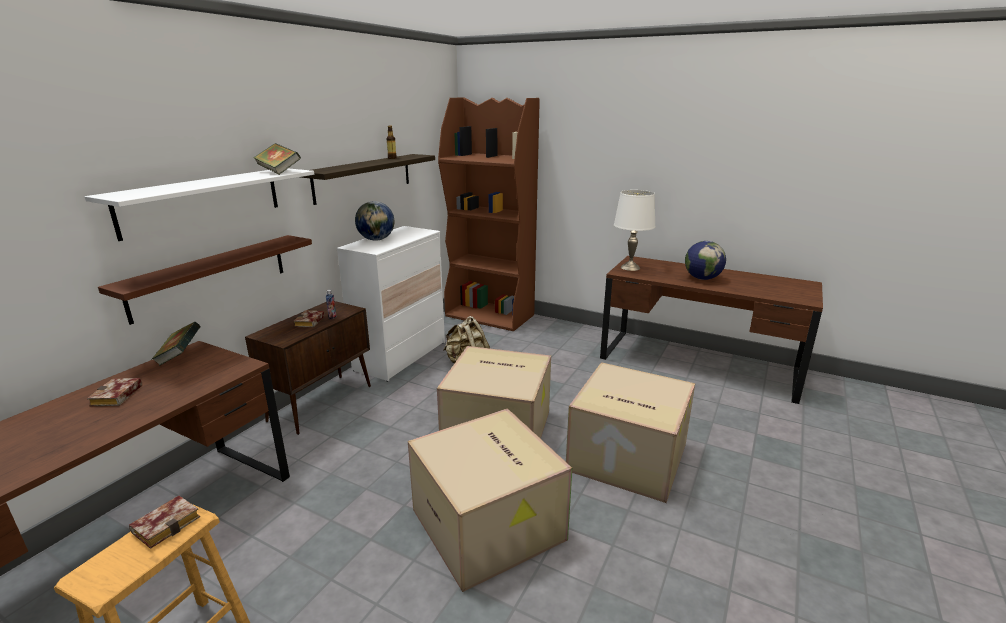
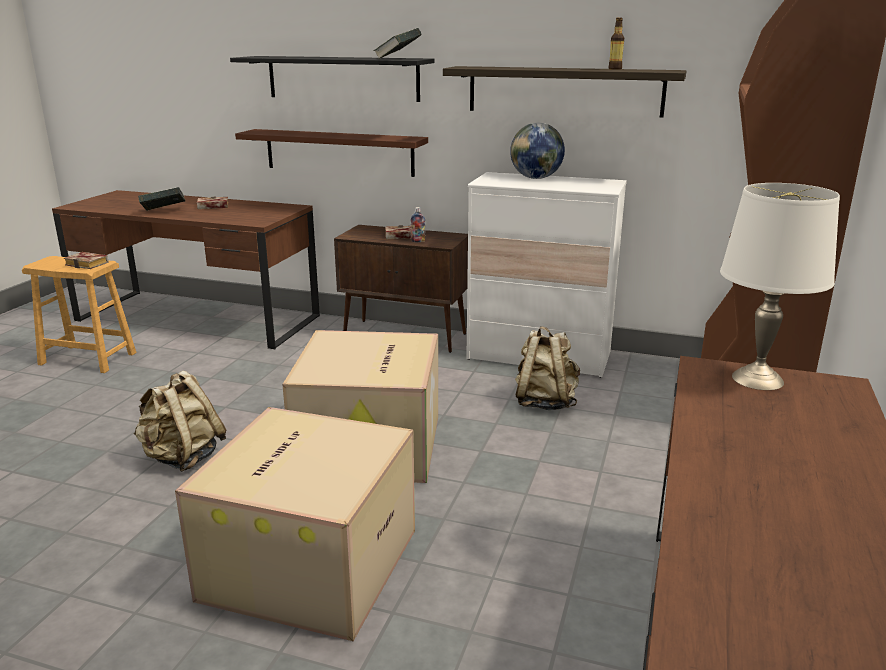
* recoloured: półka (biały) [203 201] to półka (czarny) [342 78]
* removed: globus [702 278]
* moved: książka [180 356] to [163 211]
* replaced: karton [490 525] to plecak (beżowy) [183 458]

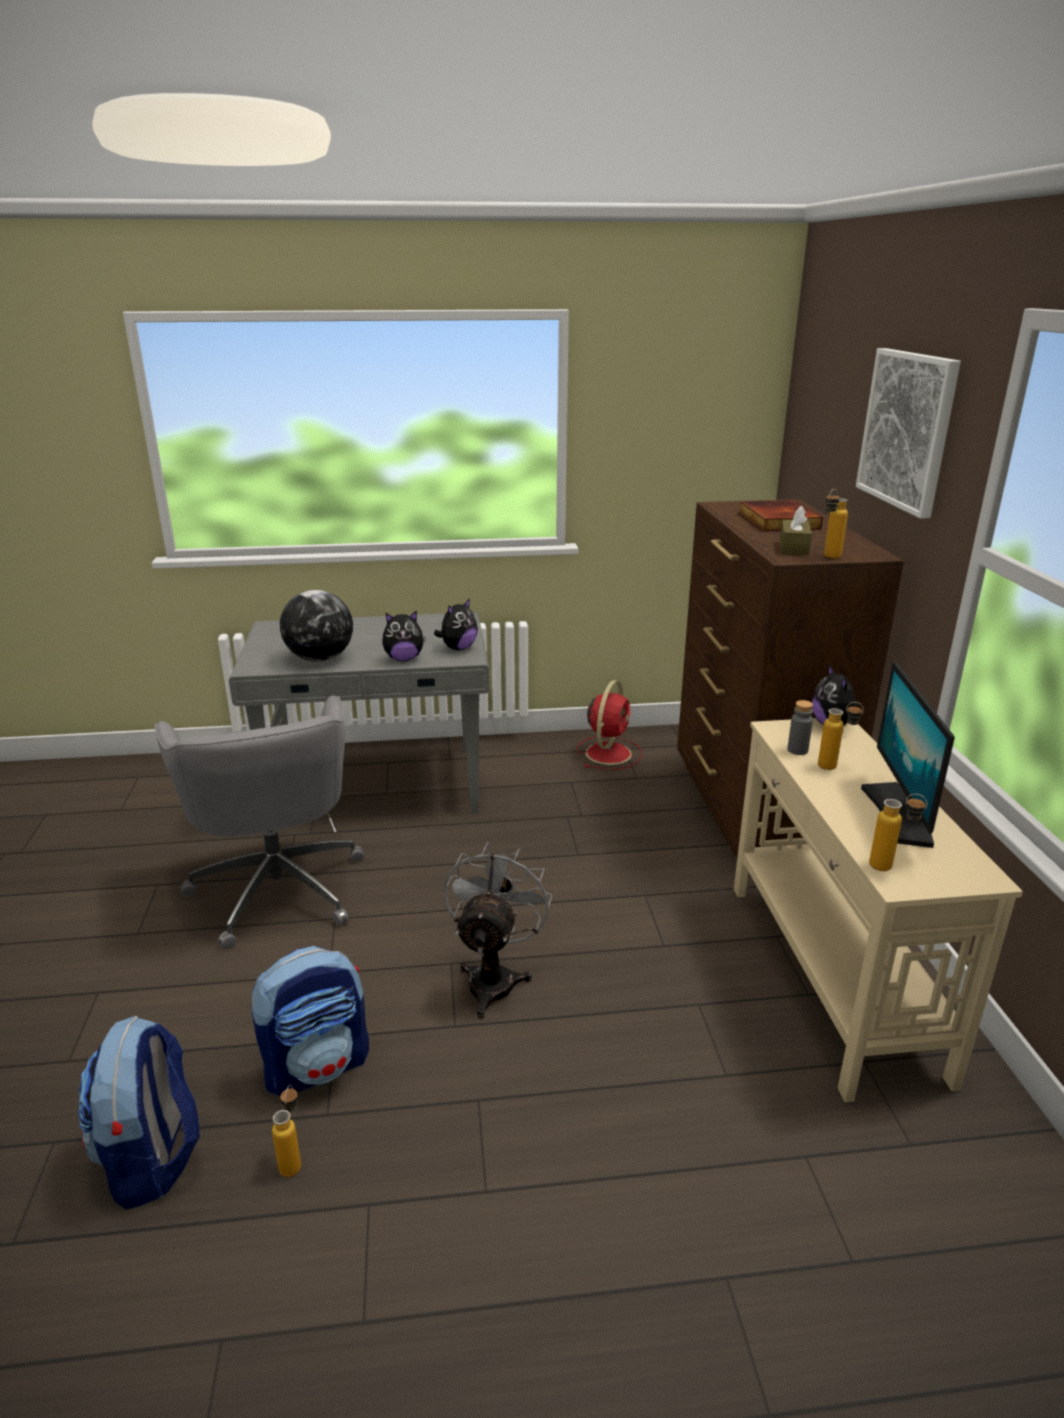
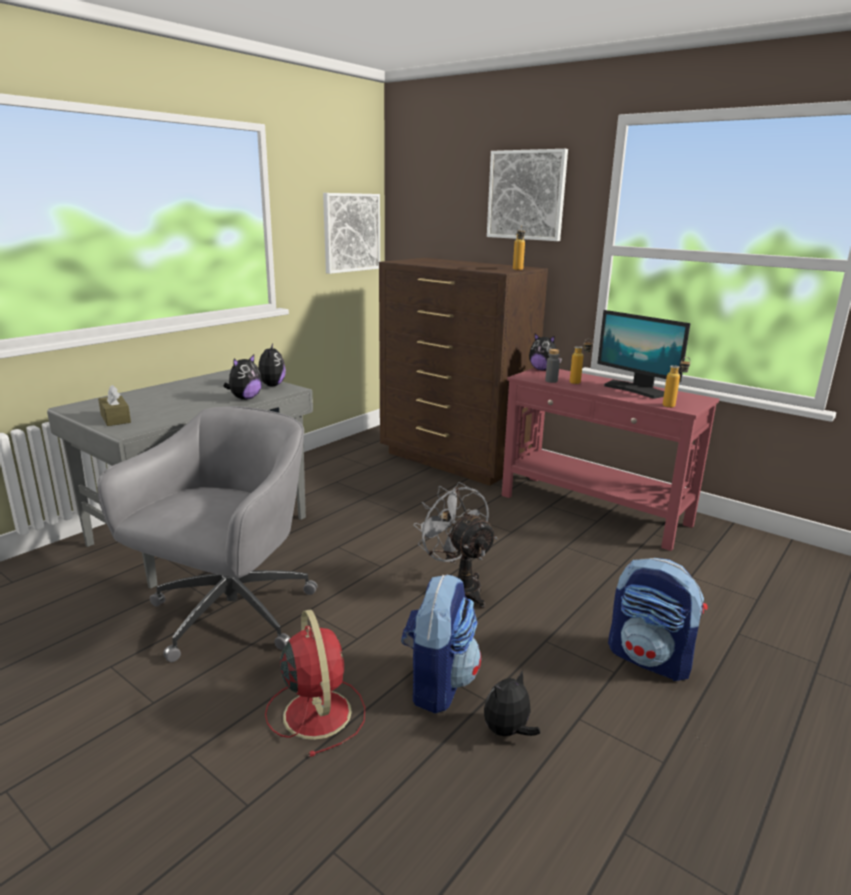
* removed: książka [776 521]
* moved: pudełko chusteczek (brązowy) [793 547] to [115 418]
* removed: globus [320 658]
* moved: wentylator (czerwony) [609 752] to [316 711]
* turned: krzesło biurowe (szary) [278 886] = [229 615] 90 degrees counterclockwise
* recoloured: stolik konsolowy (beżowy) [830 977] to stolik konsolowy (czerwony) [594 510]
* moved: plecak [153 1158] to [650 659]
* replaced: butelka [293 1160] to pluszak [507 732]
* added: obraz [351 232]

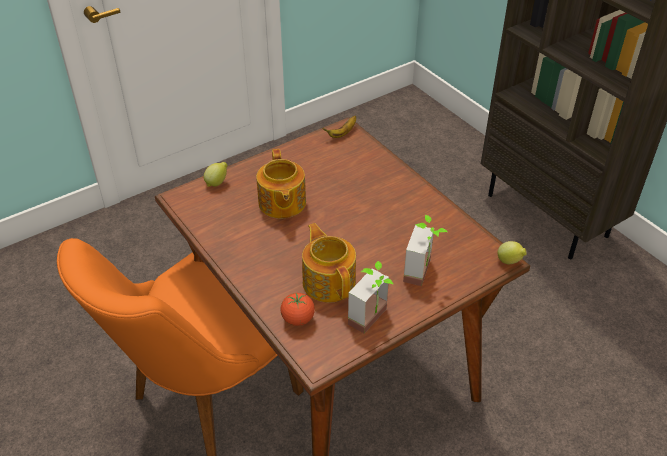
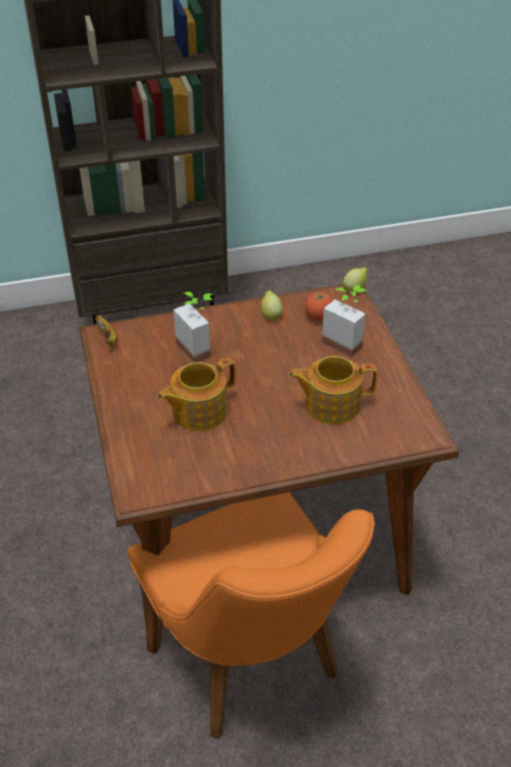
* turned: imbryk [281 203] = [198 411] 135 degrees clockwise
* moved: cytryna [217 183] to [271 315]
* moved: roślina doniczkowa [374 320] to [199 347]
* moved: pomidor [298 319] to [319 317]

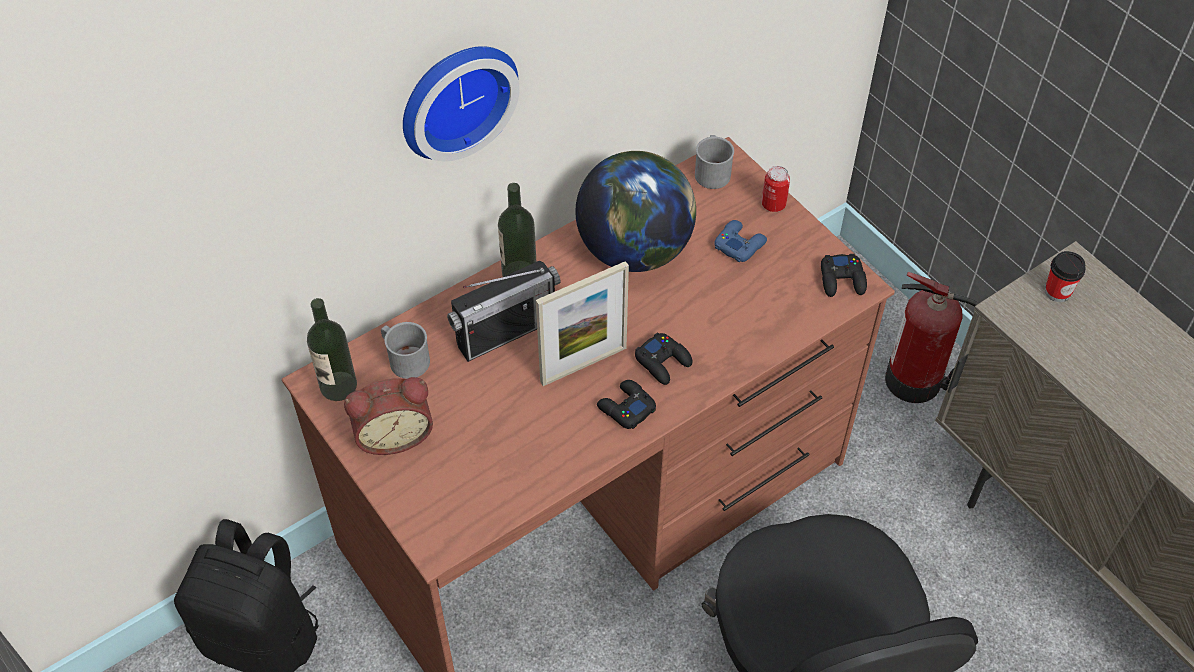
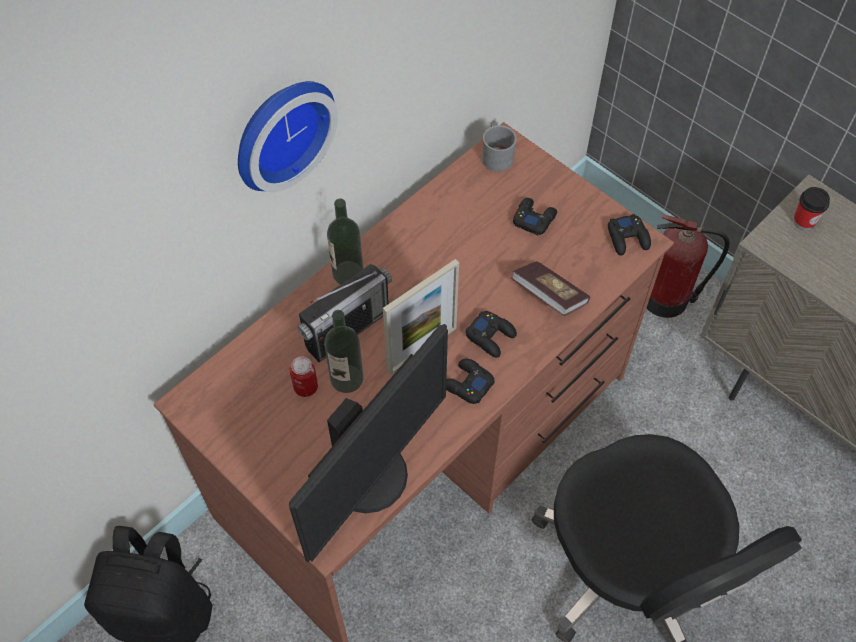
* removed: globus [635 249]
* moved: puszka [773 204] to [306 387]
* recoloured: pad do gier (niebieski) [739 244] to pad do gier (czarny) [534 219]
* moved: butelka [338 386] to [346 378]
* removed: kubek (szary) [405 359]
* removed: budzik [393 434]
* added: książka [549 296]
* added: monitor [371 477]

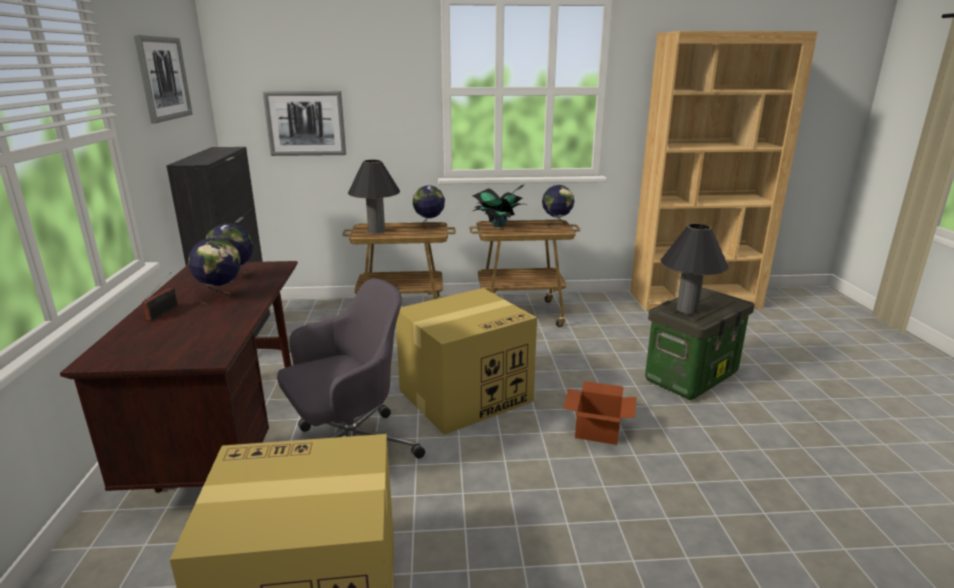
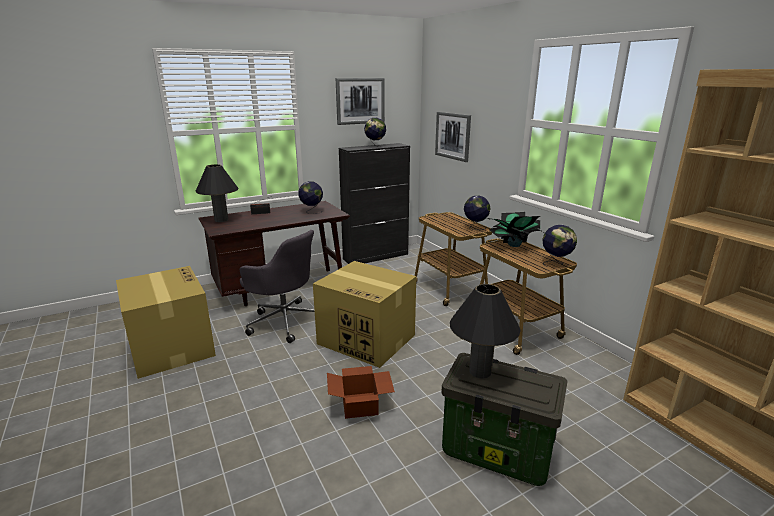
* moved: lampa stołowa (czarny) [376 231] to [221 220]
* moved: globus [221 296] to [375 146]

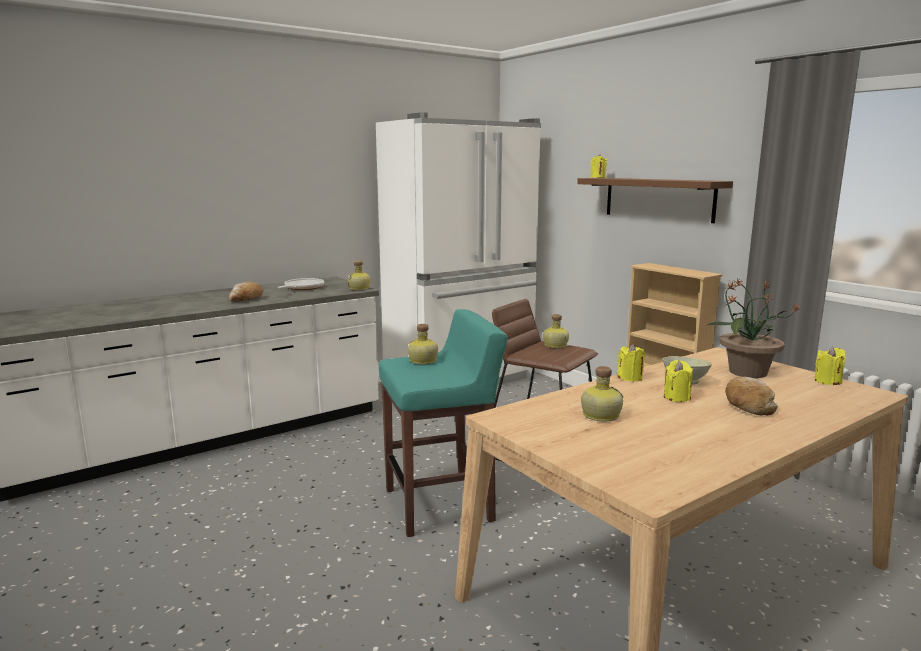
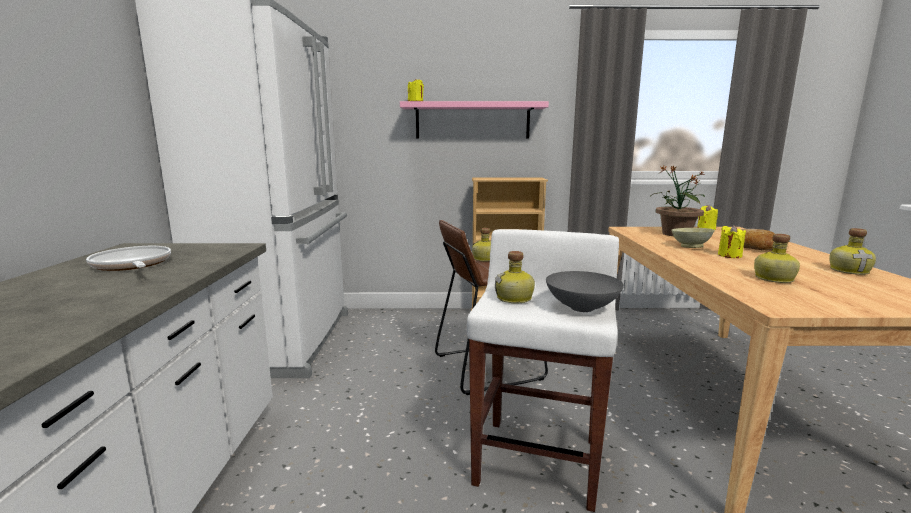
* recoloured: półka (brązowy) [658 199] to półka (różowy) [472 121]
* moved: butelka [359 288] to [849 271]
* removed: chleb [246 299]
* recoloured: stołek (turkusowy) [440 505] to stołek (biały) [538 460]
* removed: świeca (żółty) [630 378]
* added: miska (szary) [582 307]

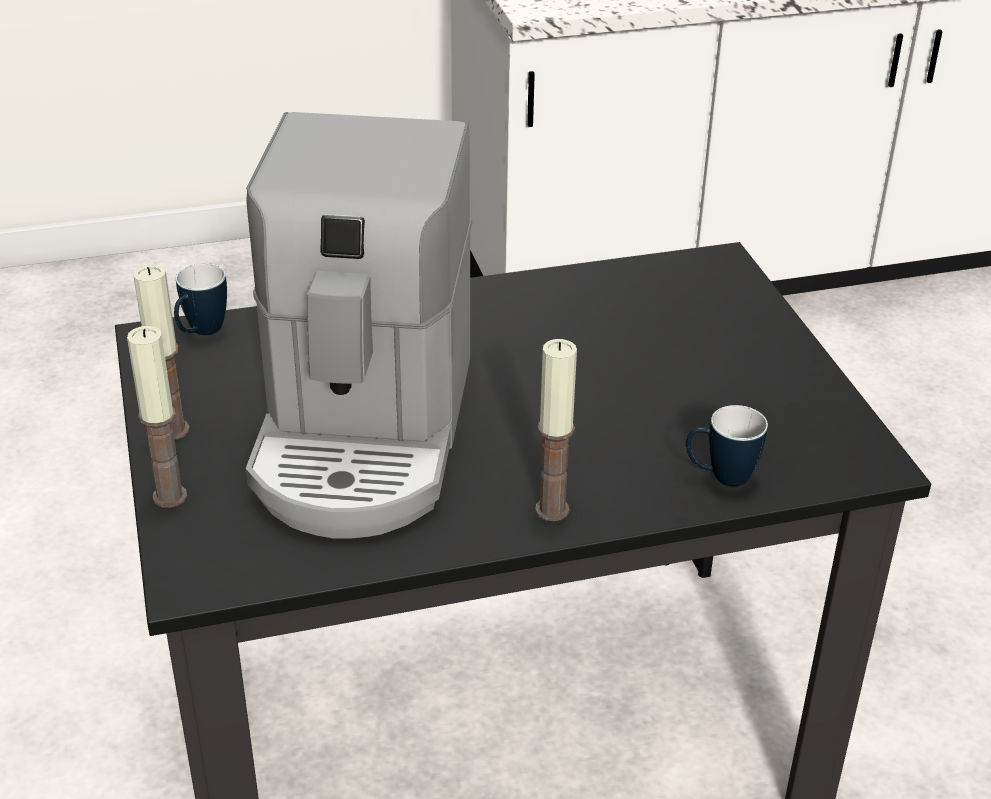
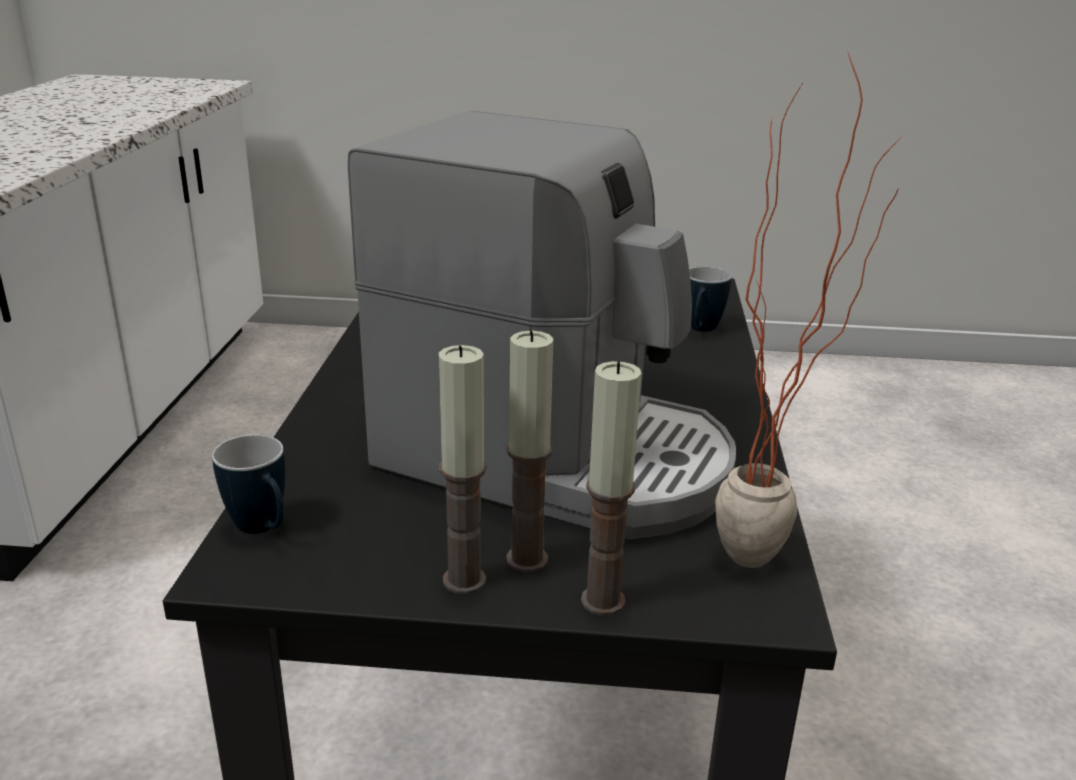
* moved: świeca [552 510] to [527 559]
* added: roślina doniczkowa [773 560]

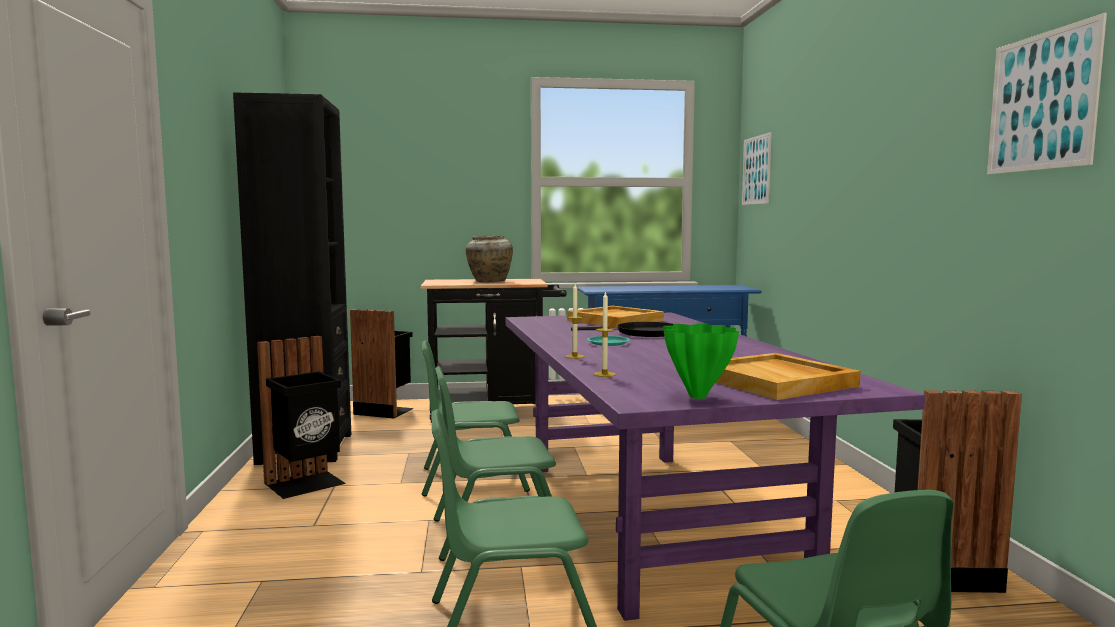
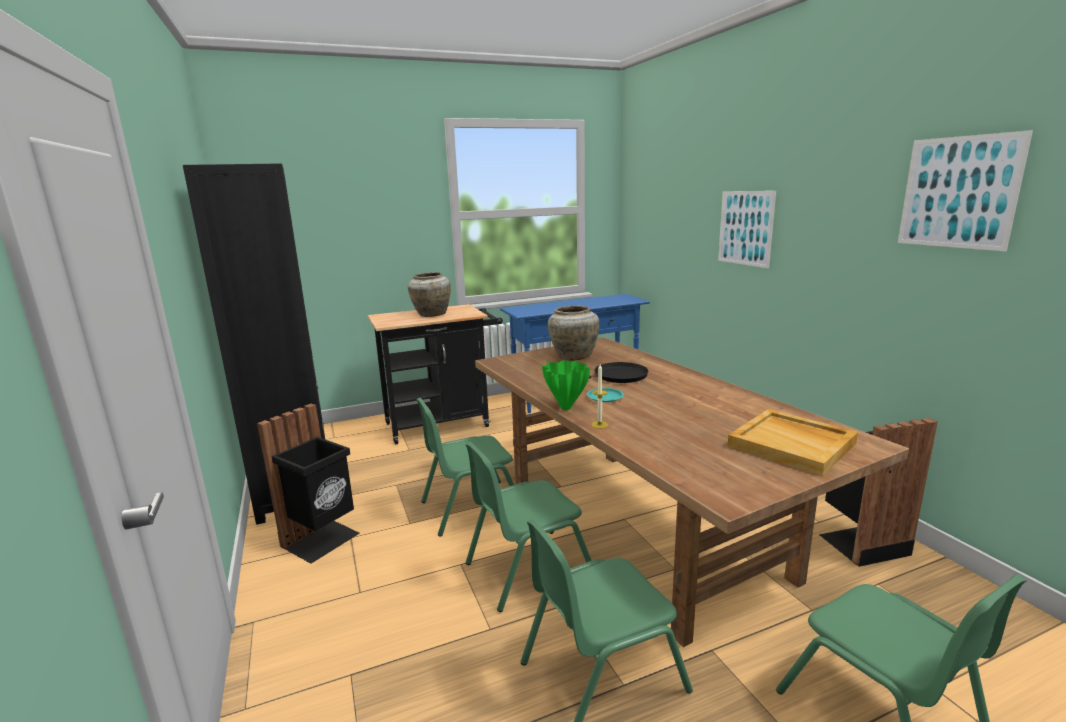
* moved: obraz [756 170] to [745 228]
* removed: świeca [604 374]
* replaced: taca (beżowy) [615 320] to wazon (beżowy) [573 356]
* removed: kosz na śmieci (czarny) [385 410]
* recoloured: stół jadalny (fioletowy) [653 519] to stół jadalny (brązowy) [640 527]
* moved: wazon (zielony) [698 396] to [566 407]

